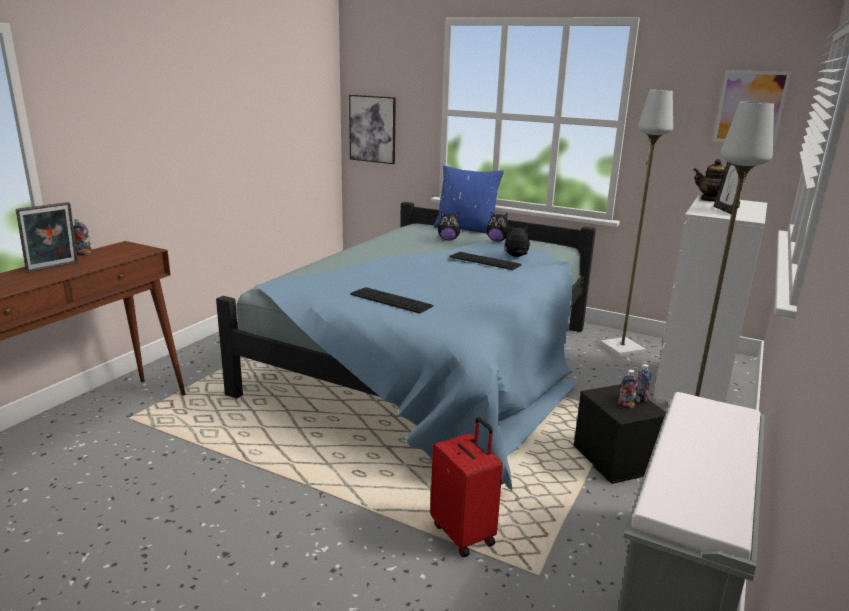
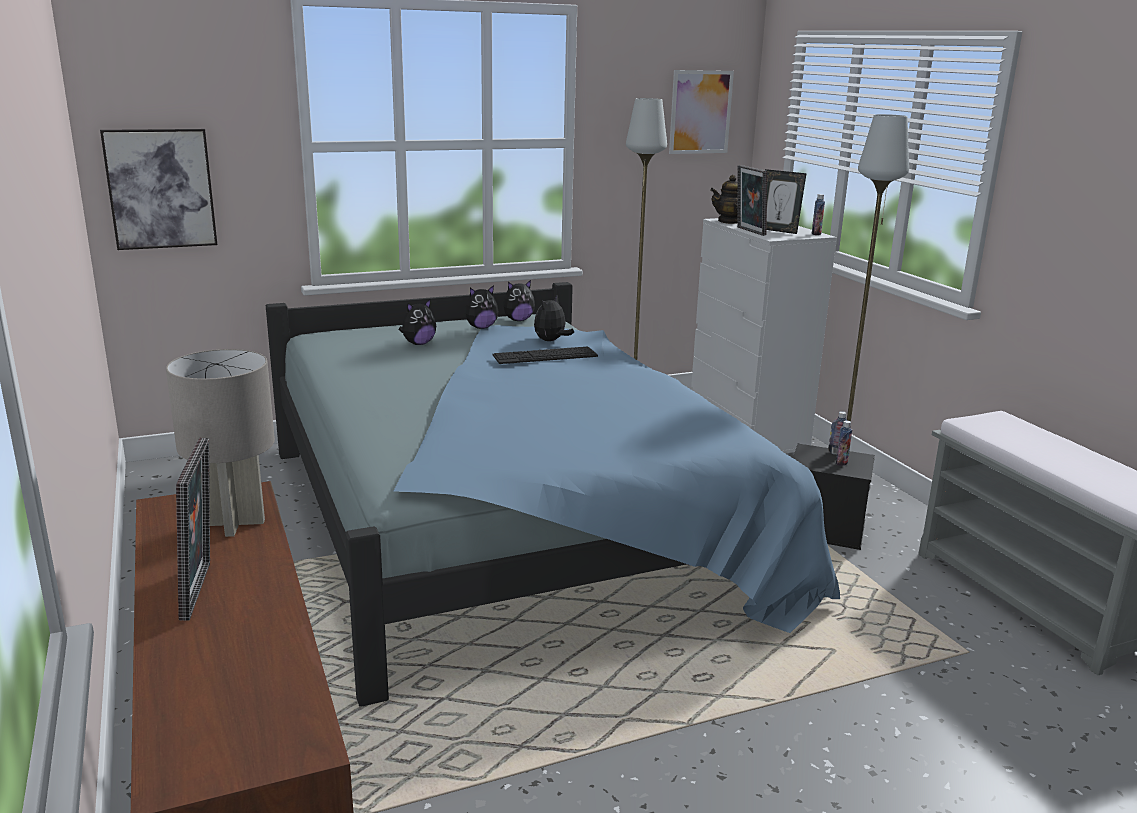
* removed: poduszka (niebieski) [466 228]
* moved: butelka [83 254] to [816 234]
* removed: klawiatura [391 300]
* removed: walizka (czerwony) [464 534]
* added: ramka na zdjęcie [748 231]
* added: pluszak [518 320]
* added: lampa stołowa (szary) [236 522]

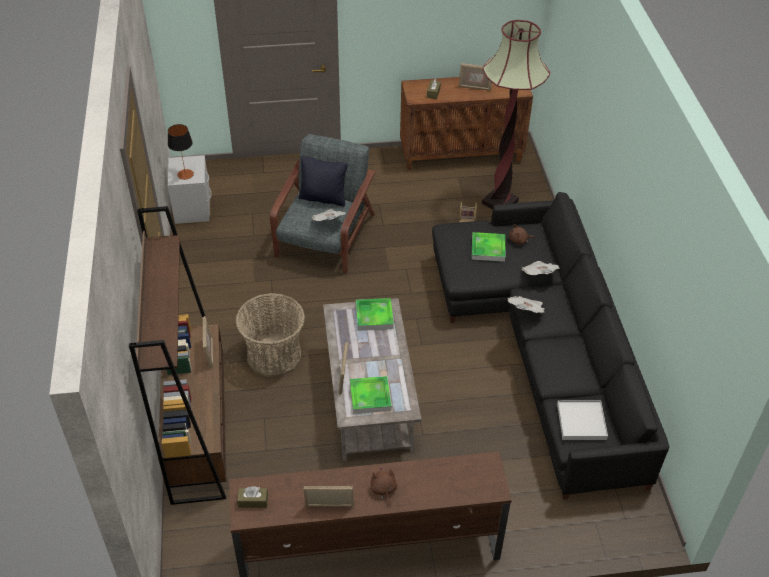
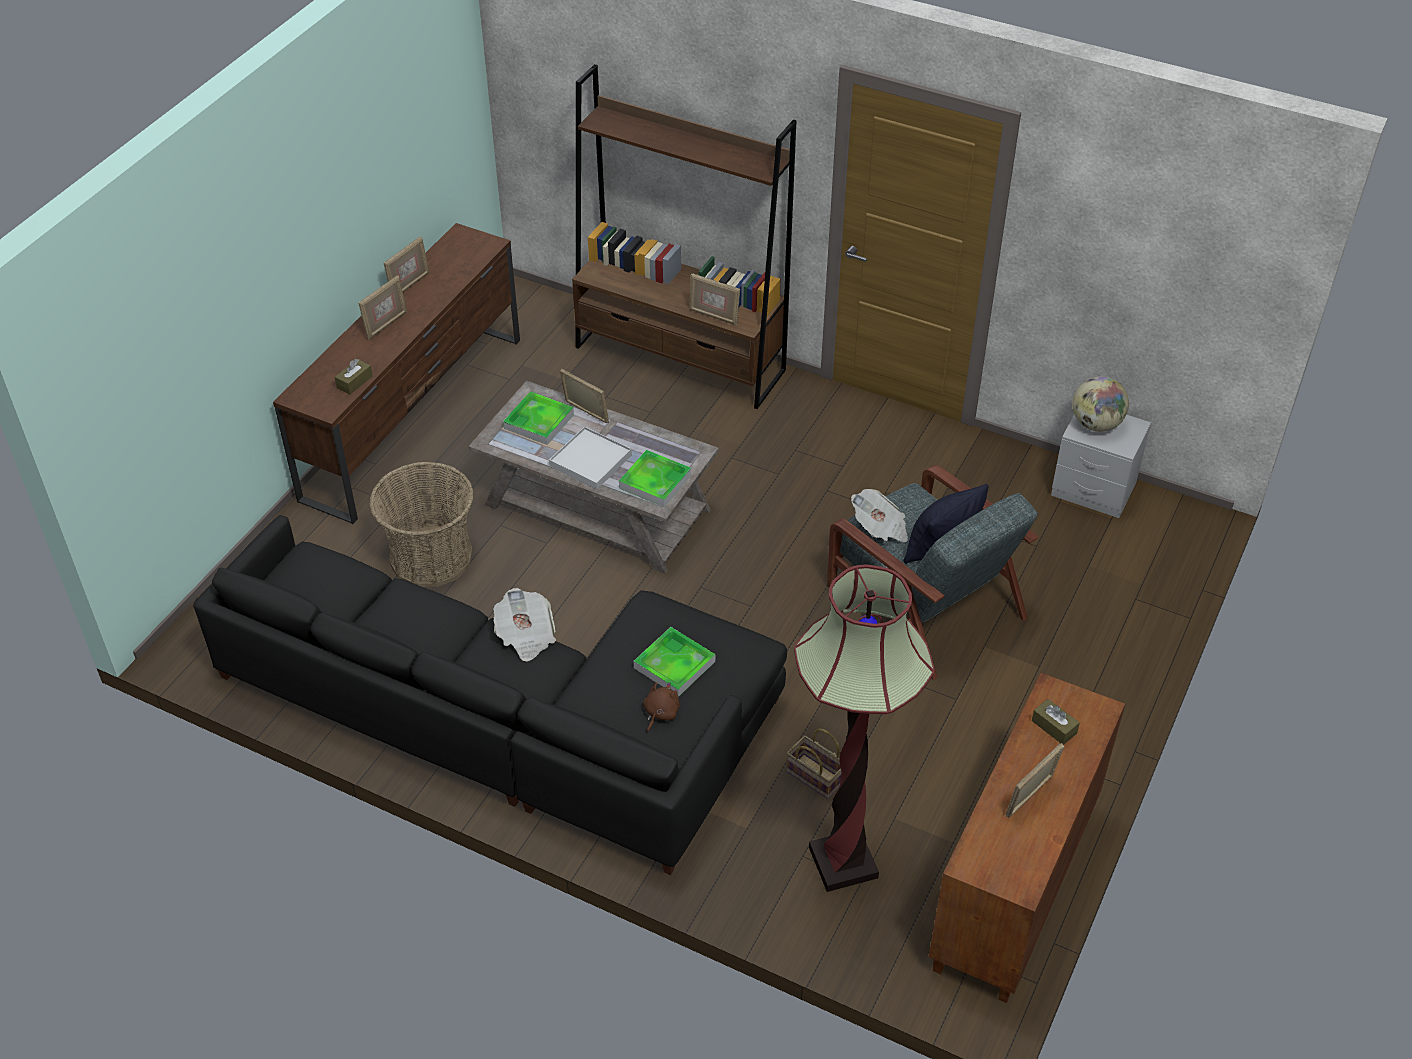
* replaced: lampa stołowa [185 174] to globus [1095 424]
* removed: gazeta [539 275]
* moved: koszyk [274 355] to [431 557]
* moved: taca (biały) [581 421] to [590 461]
* replaced: pluszak (brązowy) [383 490] to ramka na zdjęcie [386 325]
* moved: pudełko chusteczek (brązowy) [253 501] to [354 382]

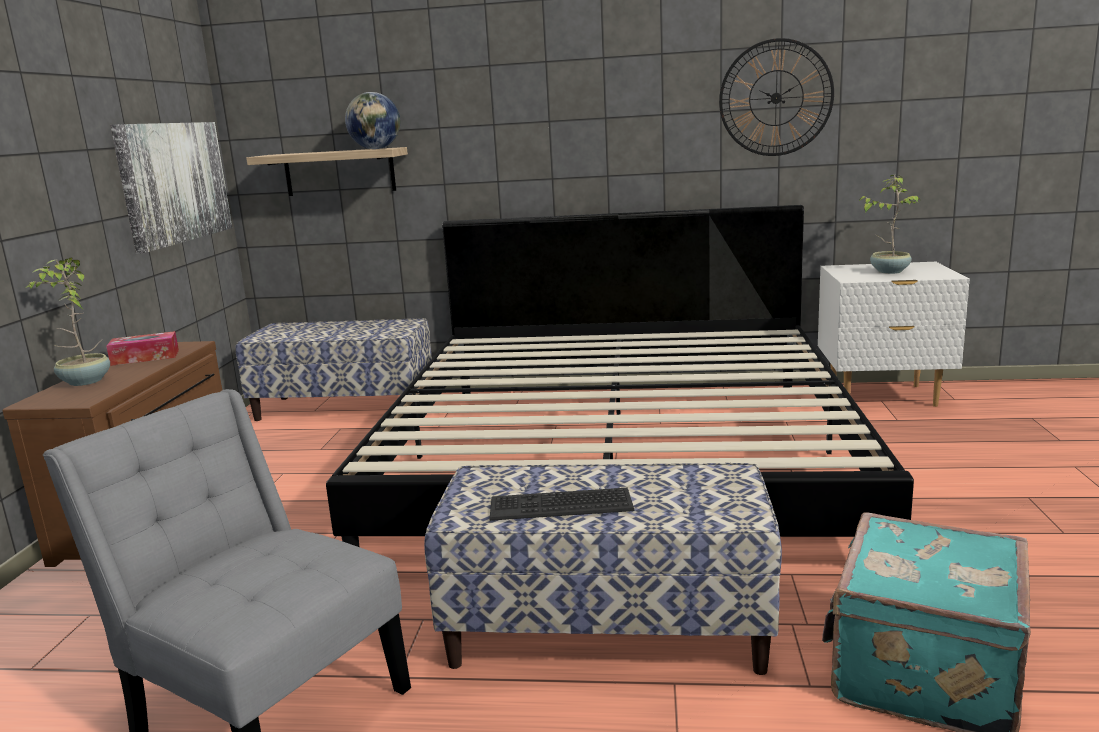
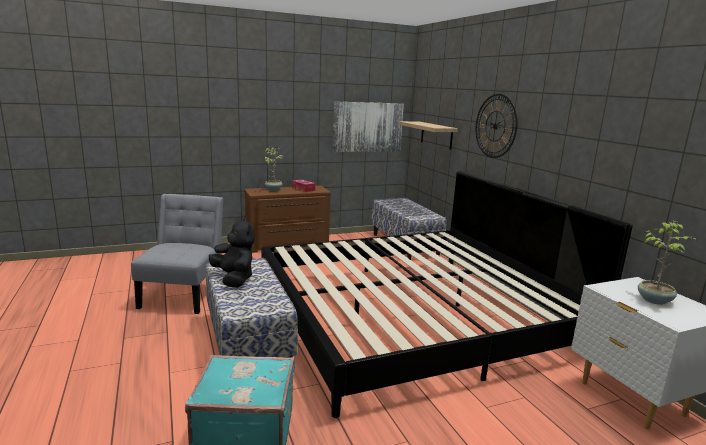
* moved: zegar ścienny [776 98] to [495 126]
* removed: globus [376 149]
* replaced: klawiatura [561 505] to pluszak (czarny) [234 279]

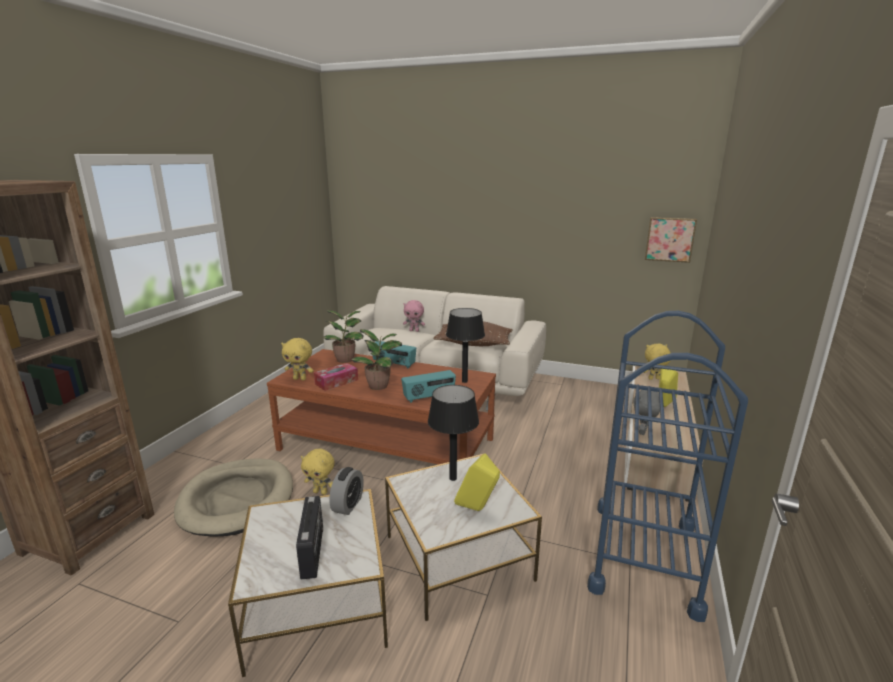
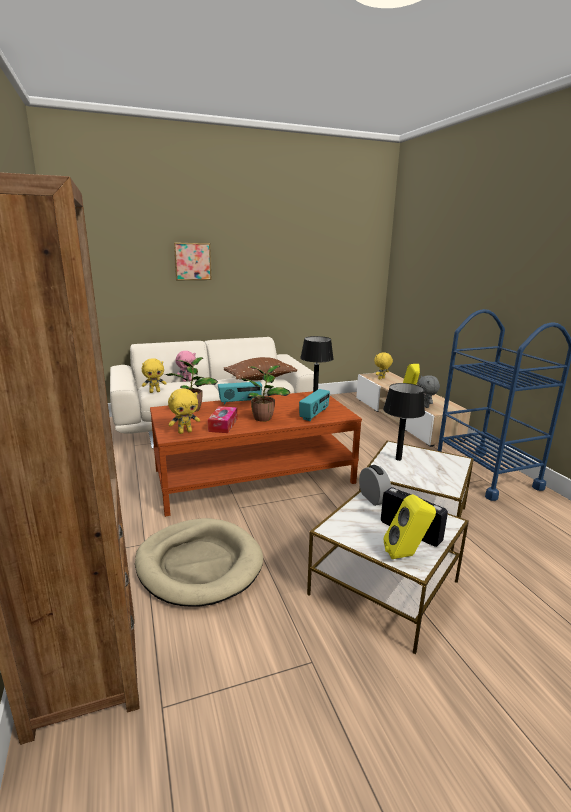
* moved: obraz [669 239] to [192 261]
* moved: pluszak (żółty) [321 492] to [155 392]
* moved: głośnik (żółty) [477 509] to [406 555]

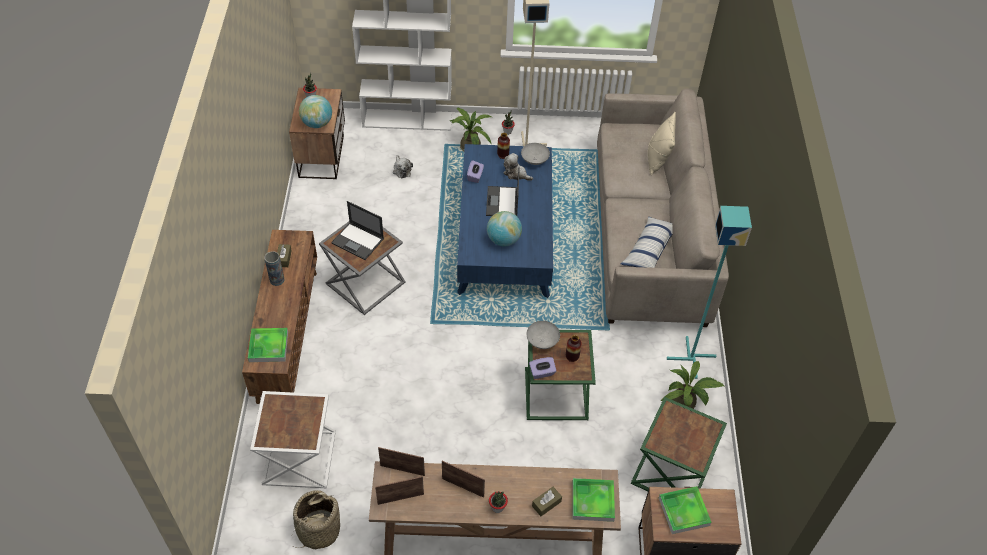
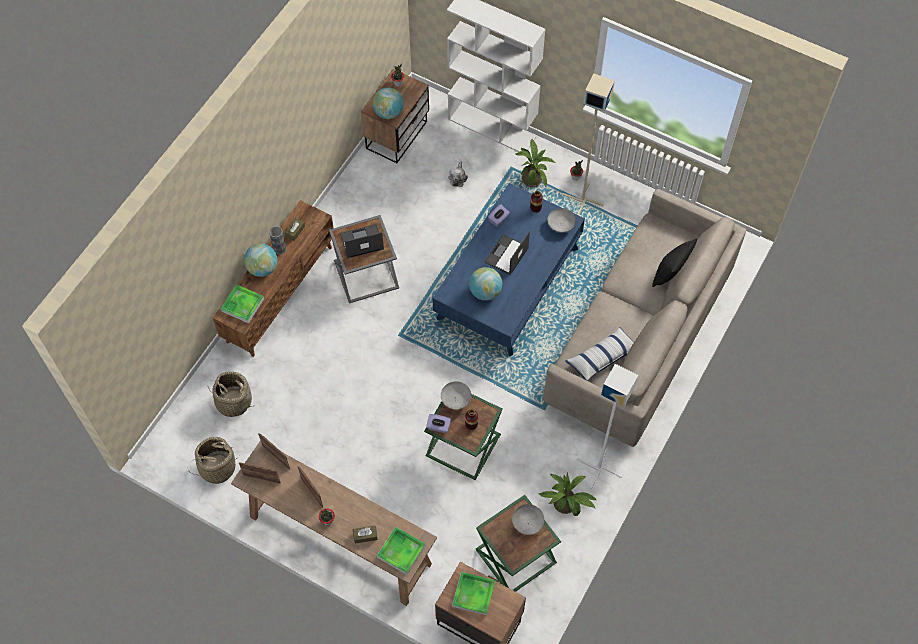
* recoloured: poduszka (beżowy) [657 159] to poduszka (czarny) [669 273]
* removed: pluszak [516 174]
* turned: laptop [358 241] = [361 242] 105 degrees clockwise
* recoloured: lampa stojąca (turkusowy) [692 357] to lampa stojąca (biały) [599 467]
* replaced: stolik (biały) [298 457] to koszyk [234 401]
* added: globus [262 268]
* added: miska (szary) [527 522]

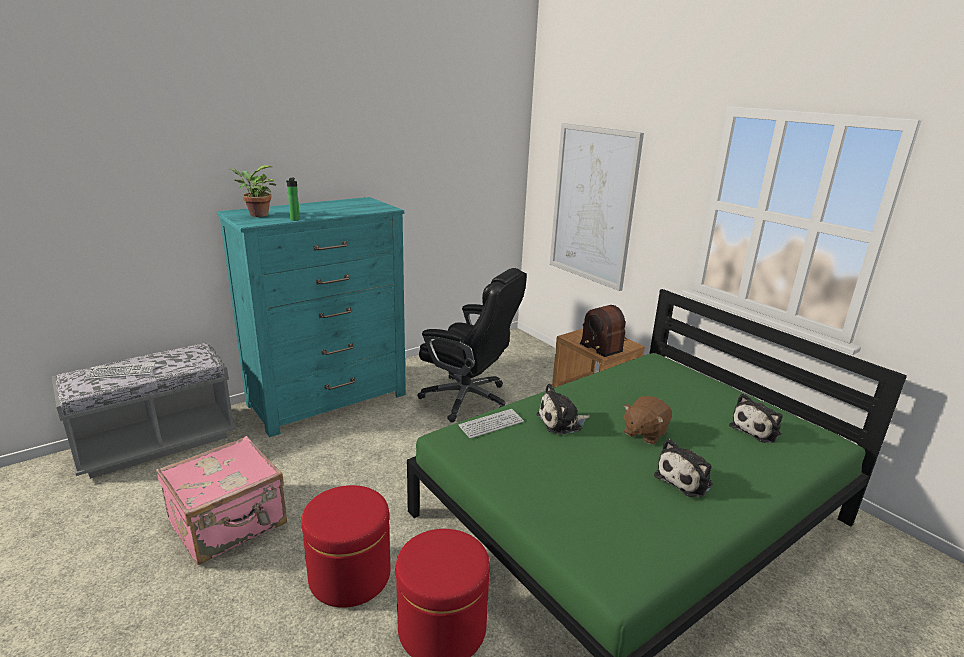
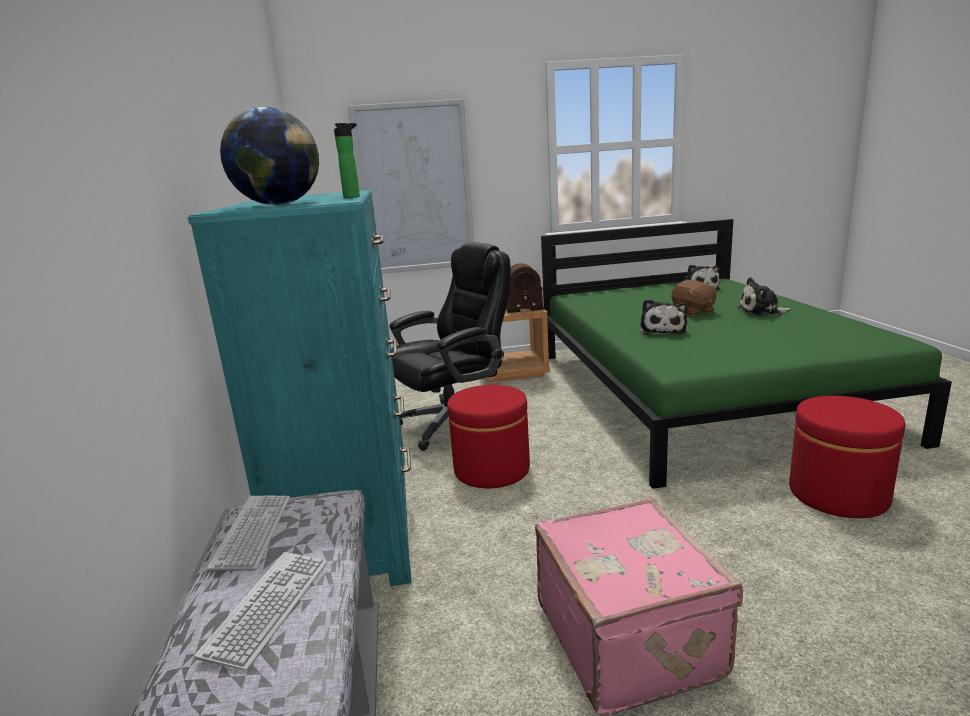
* replaced: roślina doniczkowa [256 215] to globus [279 204]
* moved: klawiatura [491 424] to [253 532]
* turned: pluszak [685 479] = [762 311] 105 degrees clockwise
* moved: pufa (czerwony) [350 576] to [492 469]

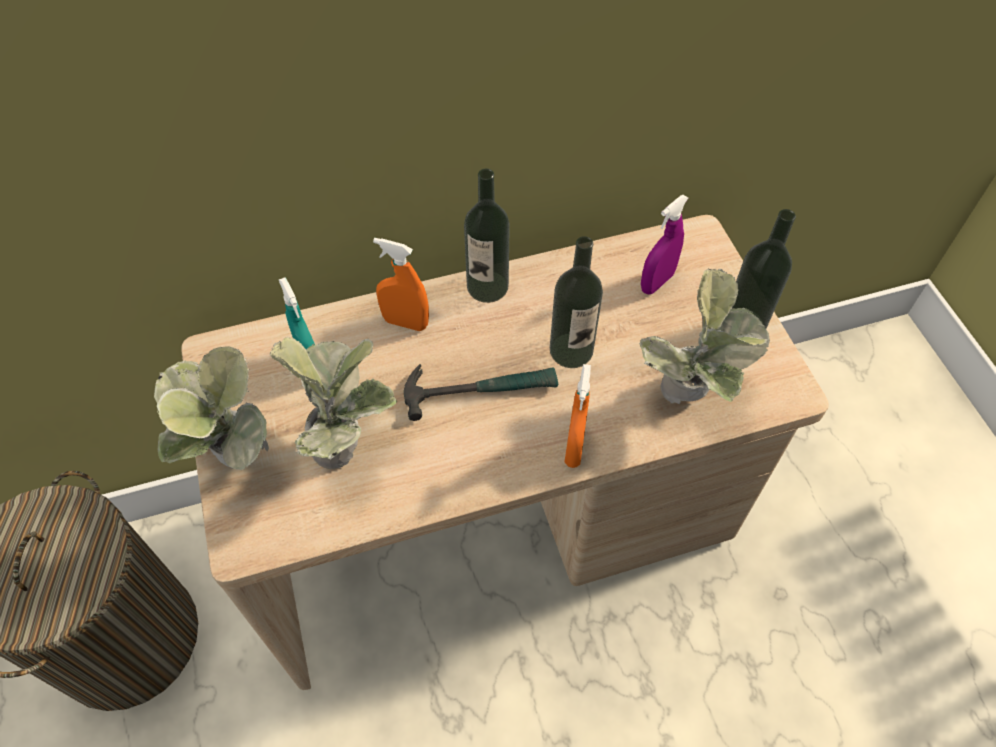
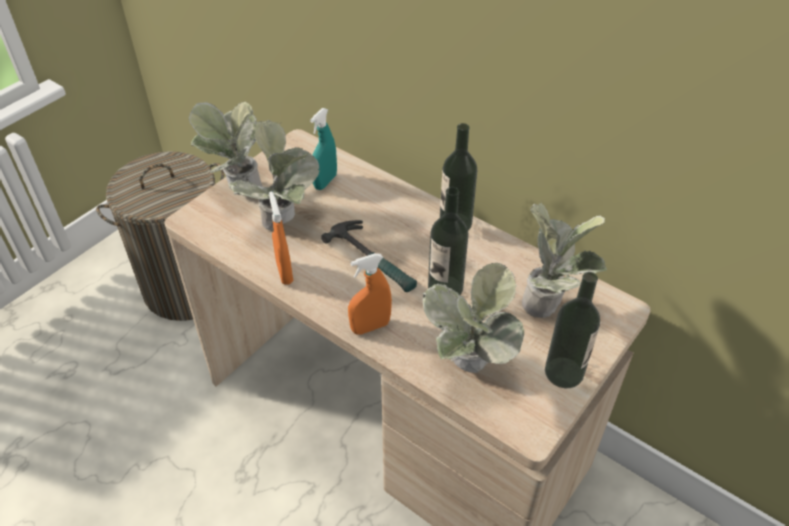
* replaced: spryskiwacz (fioletowy) [656 282] to roślina doniczkowa [550 305]
* moved: spryskiwacz (pomarańczowy) [405 322] to [284 273]

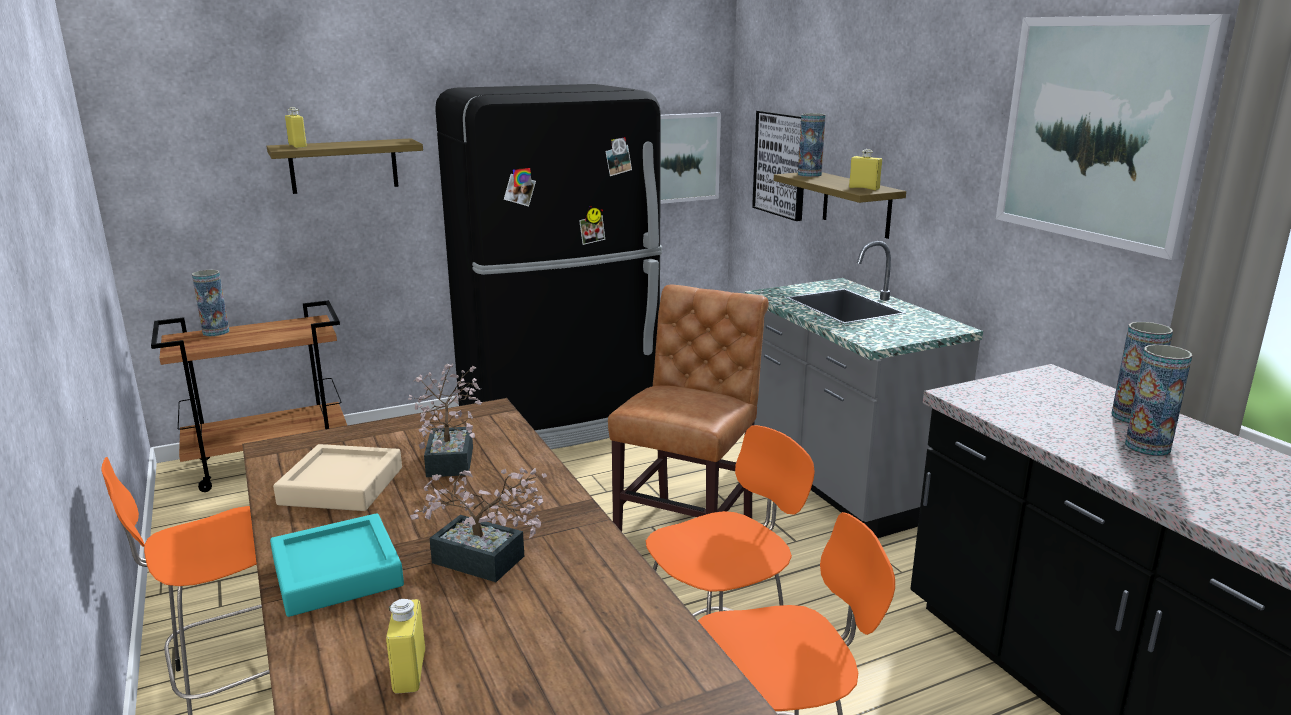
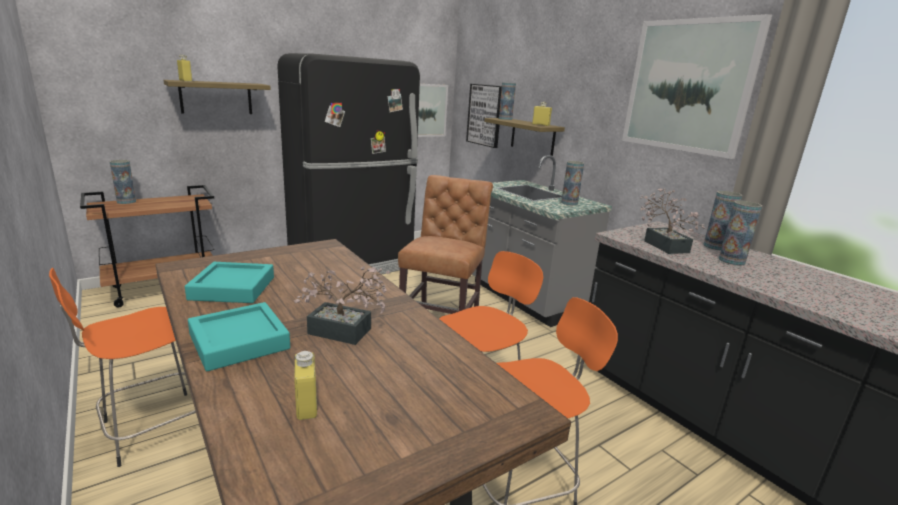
* moved: roślina doniczkowa [452 457] to [663 245]
* recoloured: taca (beżowy) [341 486] to taca (turkusowy) [233 288]
* added: wazon [569 203]

